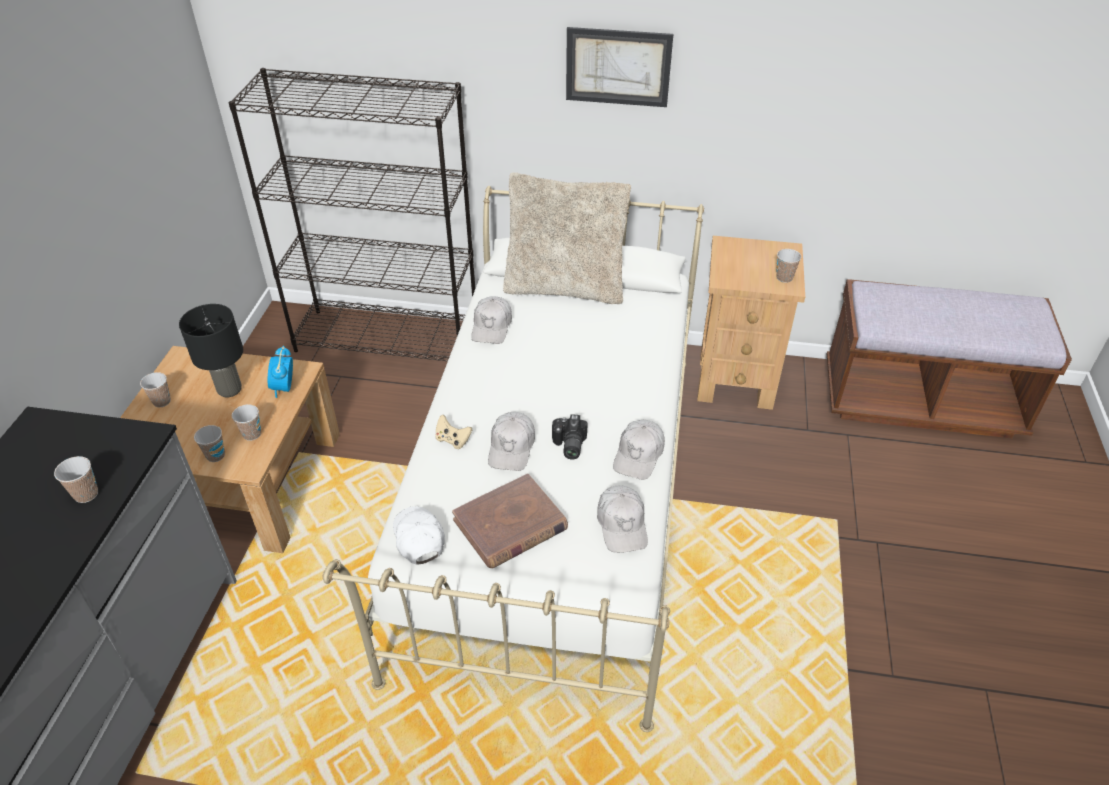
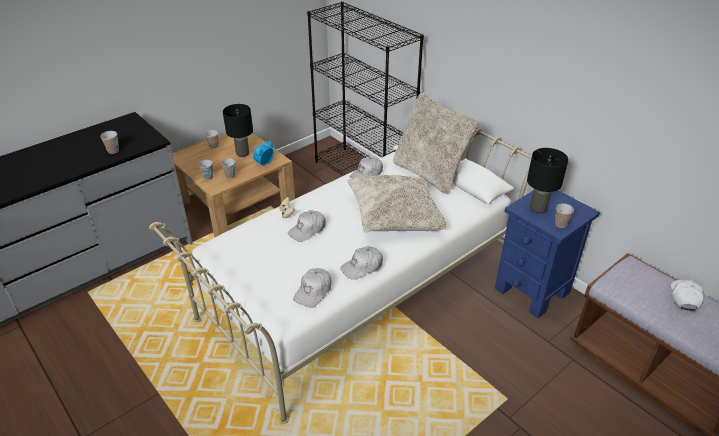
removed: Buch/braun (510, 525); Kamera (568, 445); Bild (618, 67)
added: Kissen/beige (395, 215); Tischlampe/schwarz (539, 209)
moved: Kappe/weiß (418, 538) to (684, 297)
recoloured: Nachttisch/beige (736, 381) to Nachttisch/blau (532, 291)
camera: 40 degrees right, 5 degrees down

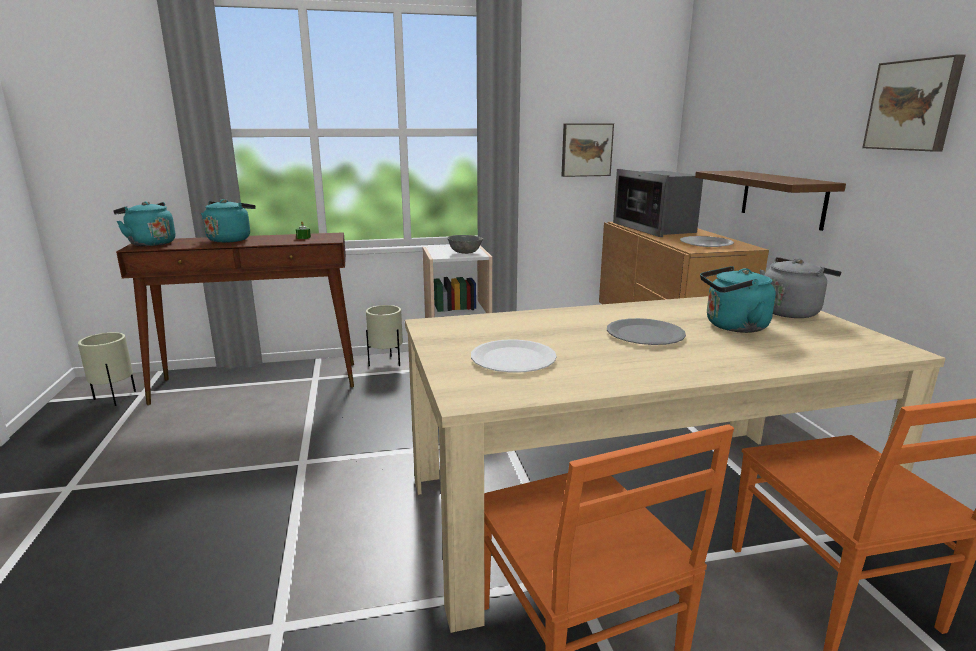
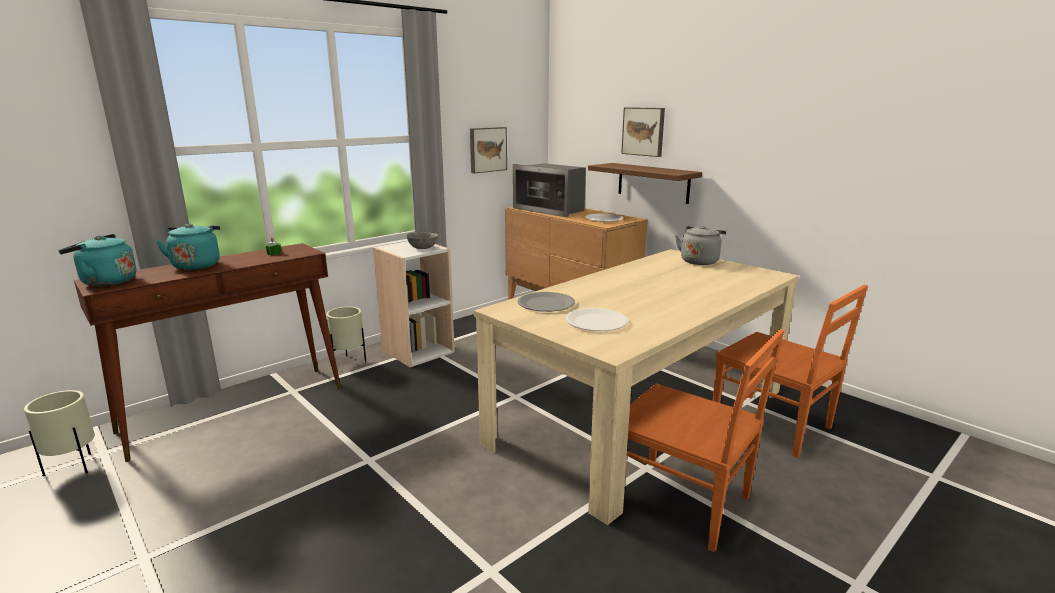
removed: Wasserkessel/türkis (732, 326)
moved: Teller/grau (645, 334) to (546, 304); Bild (913, 105) to (644, 131)
camera: 30 degrees left, 0 degrees up

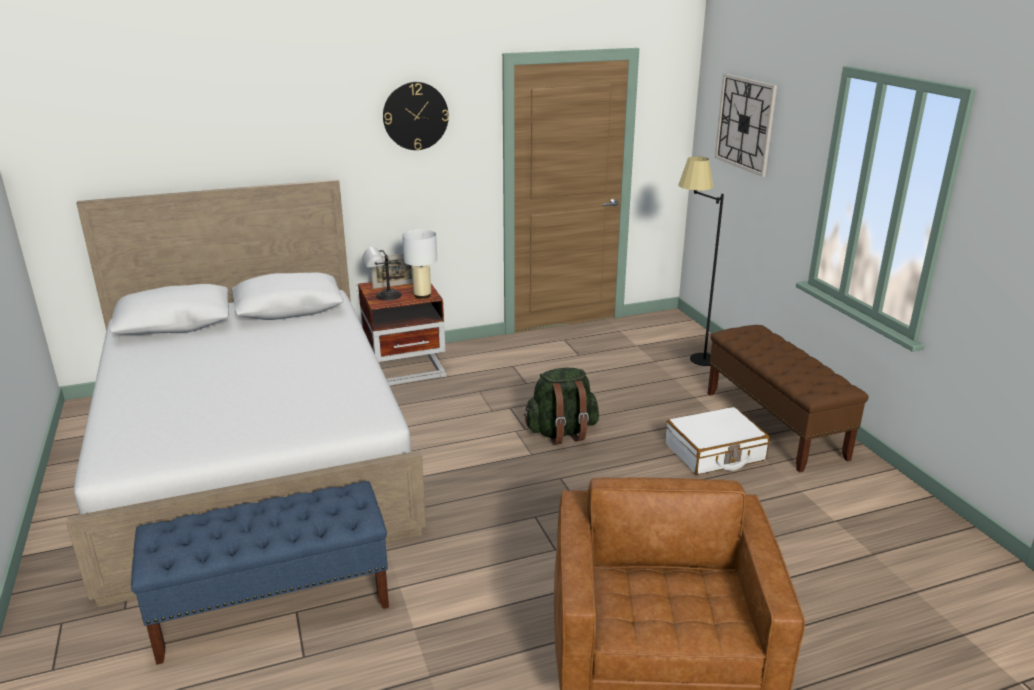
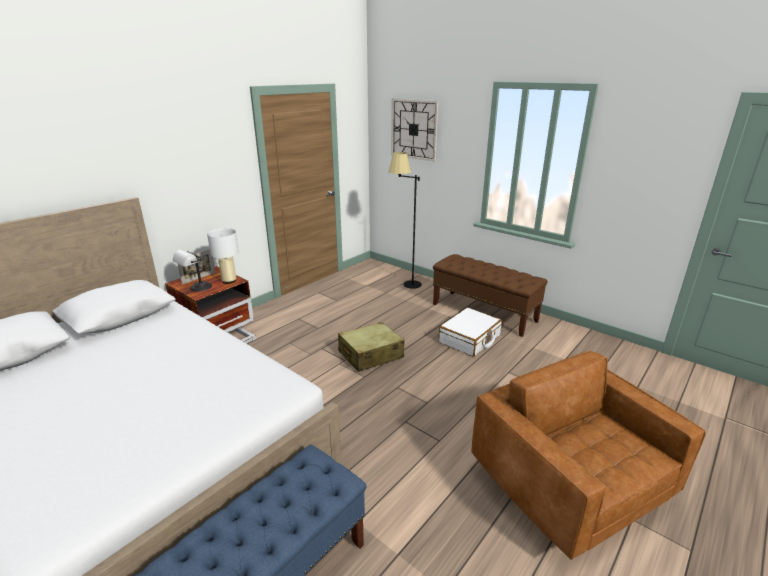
removed: Wanduhr (415, 116)
replaced: Rucksack/grün (561, 432) to Koffer/beige (370, 355)
camera: 30 degrees left, 0 degrees up

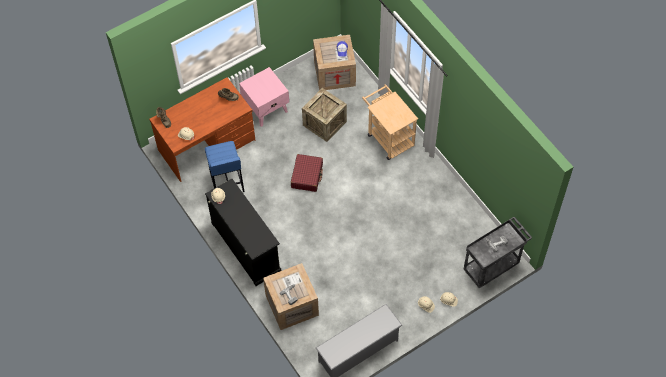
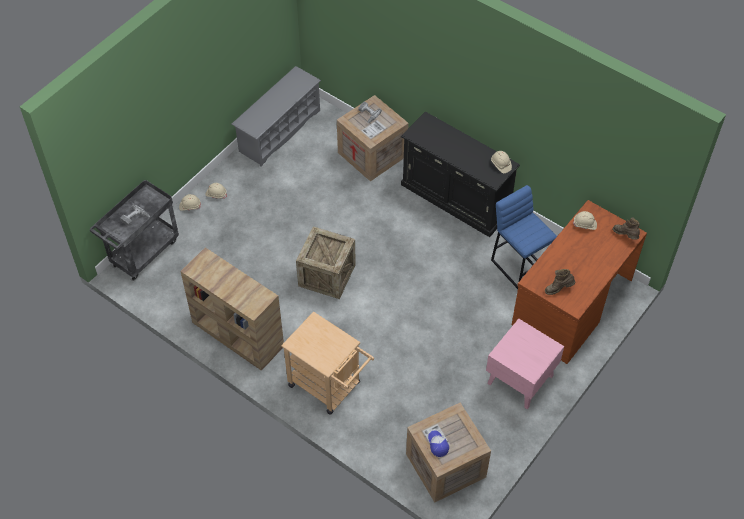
removed: Koffer/rot (307, 176)
added: Bücherregal/braun (237, 335)
moved: Kiste (324, 123) to (327, 275)
camera: 160 degrees right, 5 degrees down

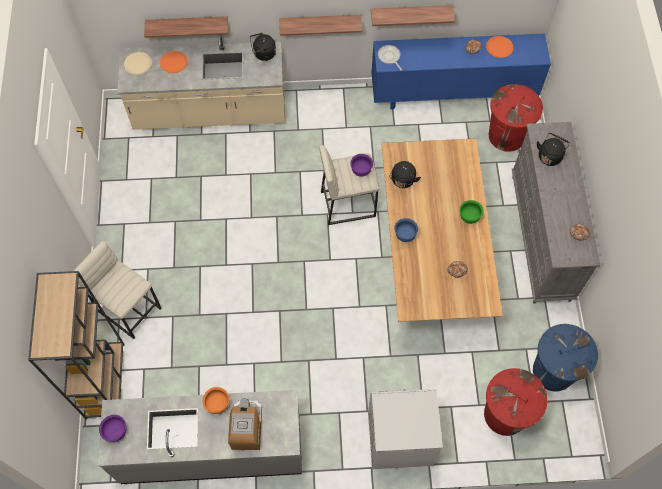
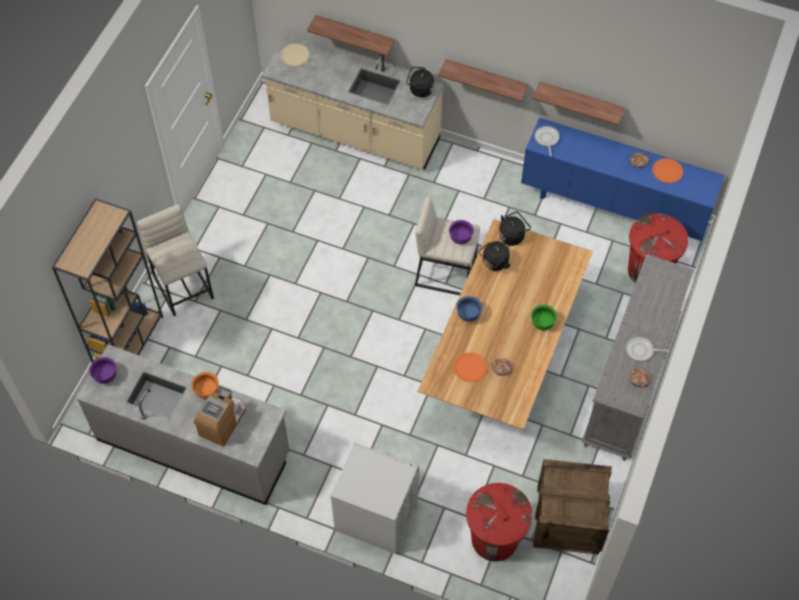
added: Pfanne (641, 350)
moved: Teller/orange (173, 62) to (469, 367); Wasserkessel/schwarz (550, 155) to (512, 235)
replaced: Mülleimer/blau (553, 371) to Kiste (567, 519)
camera: 25 degrees right, 5 degrees down

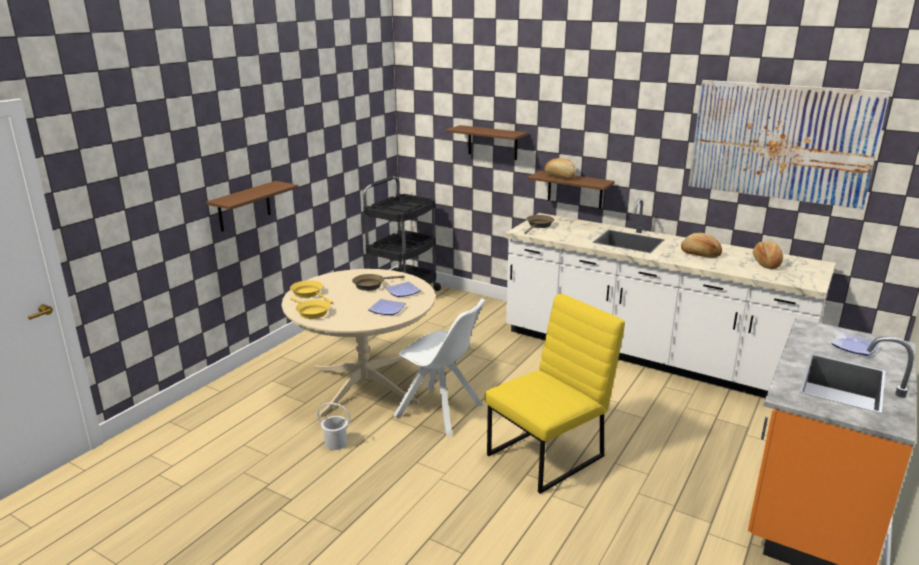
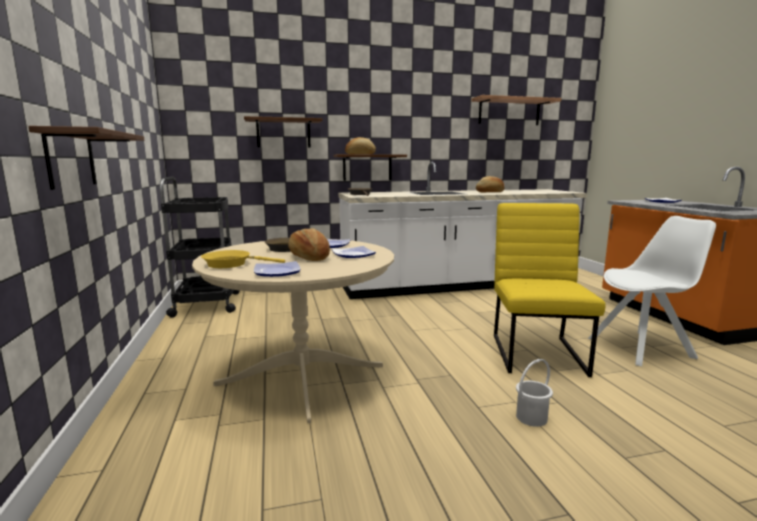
moved: Eimer/weiß (336, 443) to (531, 417); Stuhl/weiß (441, 411) to (642, 348); Brot (766, 263) to (309, 257)
replaced: Pfanne/gelb (311, 312) to Teller (278, 272); Bild (781, 142) to Wandregal (509, 112)
camera: 45 degrees left, 10 degrees down

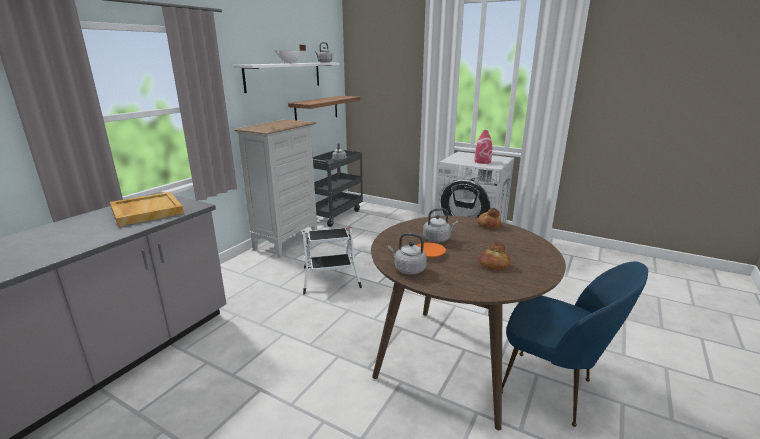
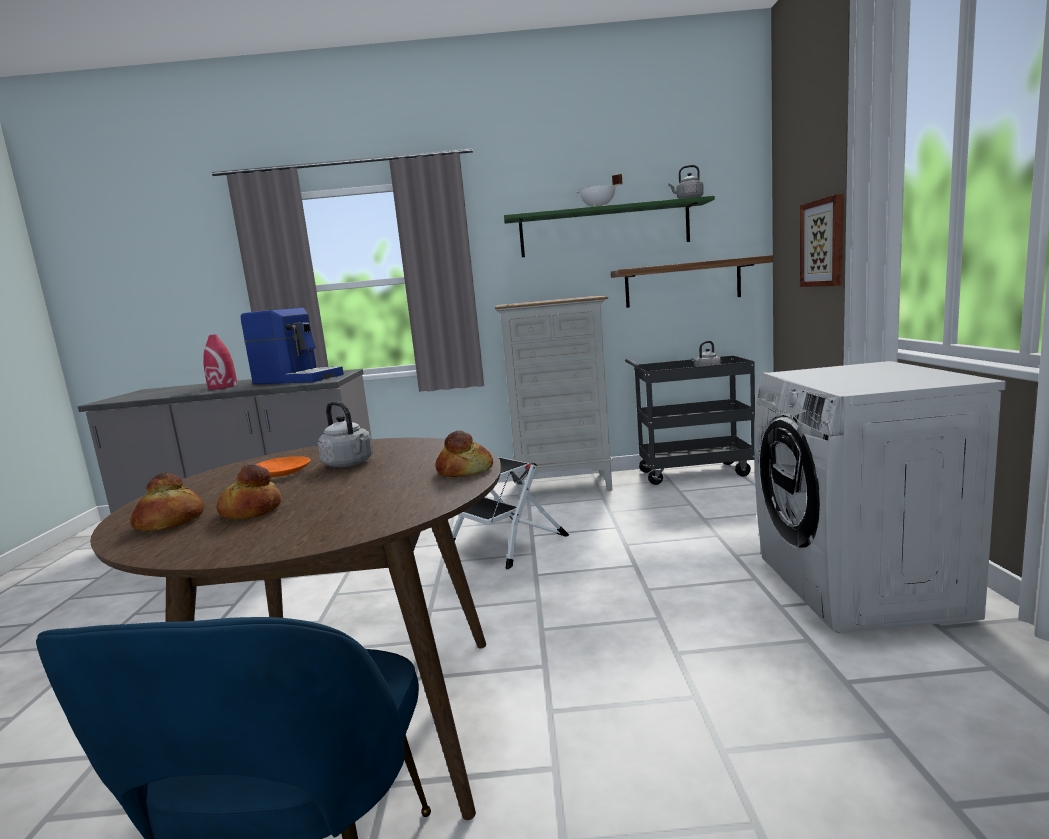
removed: Wasserkessel/grau (408, 269)
added: Brot (170, 522); Bild (823, 243)
moved: Vase/rot (482, 161) to (223, 387)
replaced: Tablett/beige (146, 211) to Kaffeemaschine (298, 379)
recoloured: Wandregal/weiß (284, 76) to Wandregal/grün (604, 230)
camera: 60 degrees right, 10 degrees down

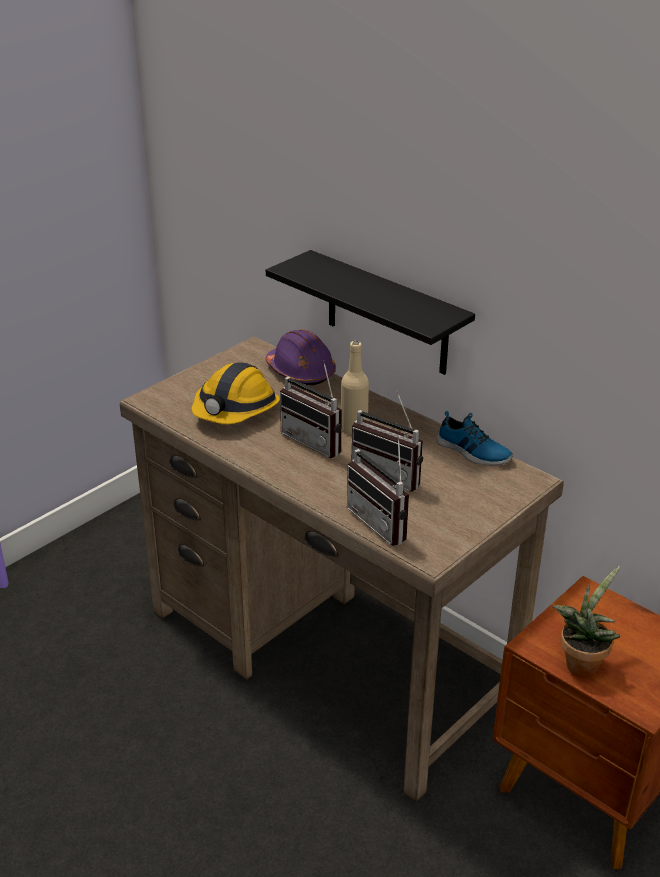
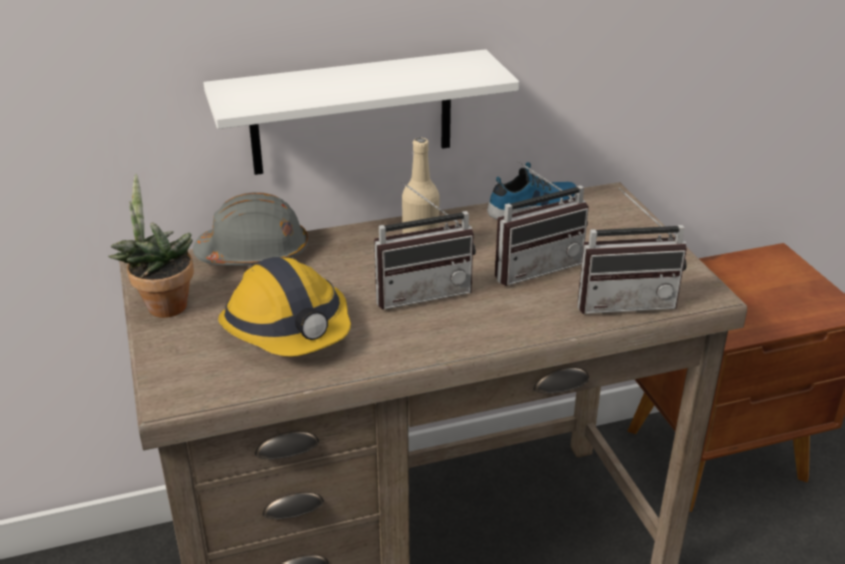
moved: Topfpflanze (581, 662) to (163, 304)
recoloured: Schutzhelm/lila (301, 371) to Schutzhelm/grau (254, 253); Wandregal/schwarz (387, 314) to Wandregal/weiß (352, 113)
camera: 60 degrees left, 0 degrees up

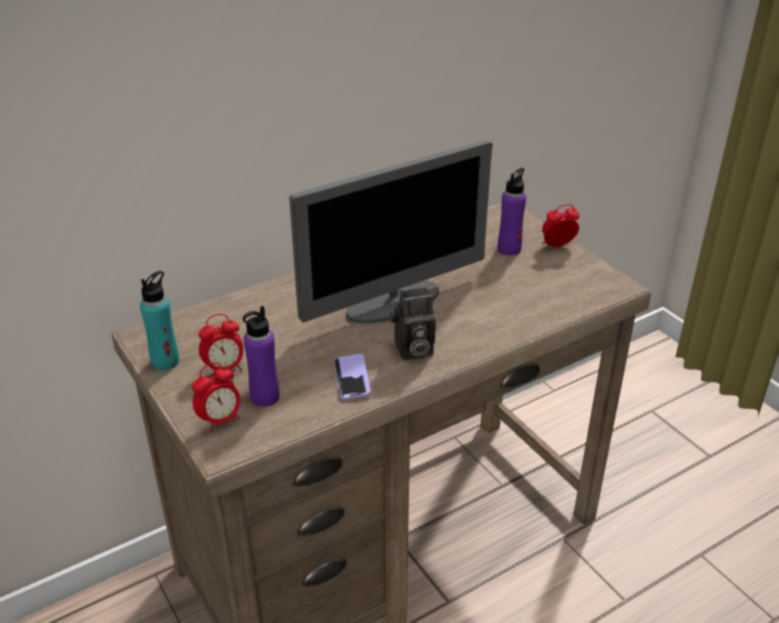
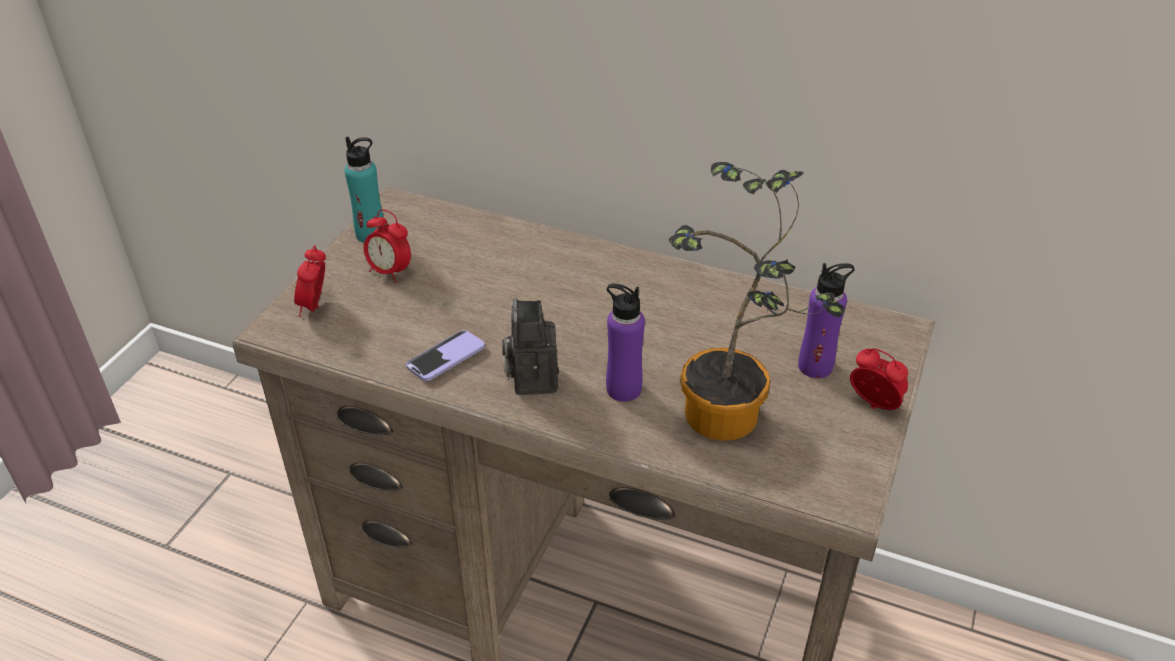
removed: Monitor (394, 302)
added: Topfpflanze (731, 420)
moved: Flasche/lila (264, 397) to (623, 389)
turned: Wecker (220, 420) = (315, 307) 75 degrees clockwise; Kamera (412, 350) = (531, 378) 45 degrees clockwise
camera: 55 degrees right, 5 degrees up

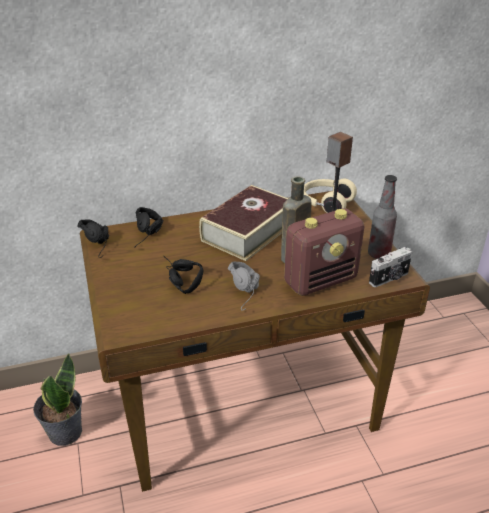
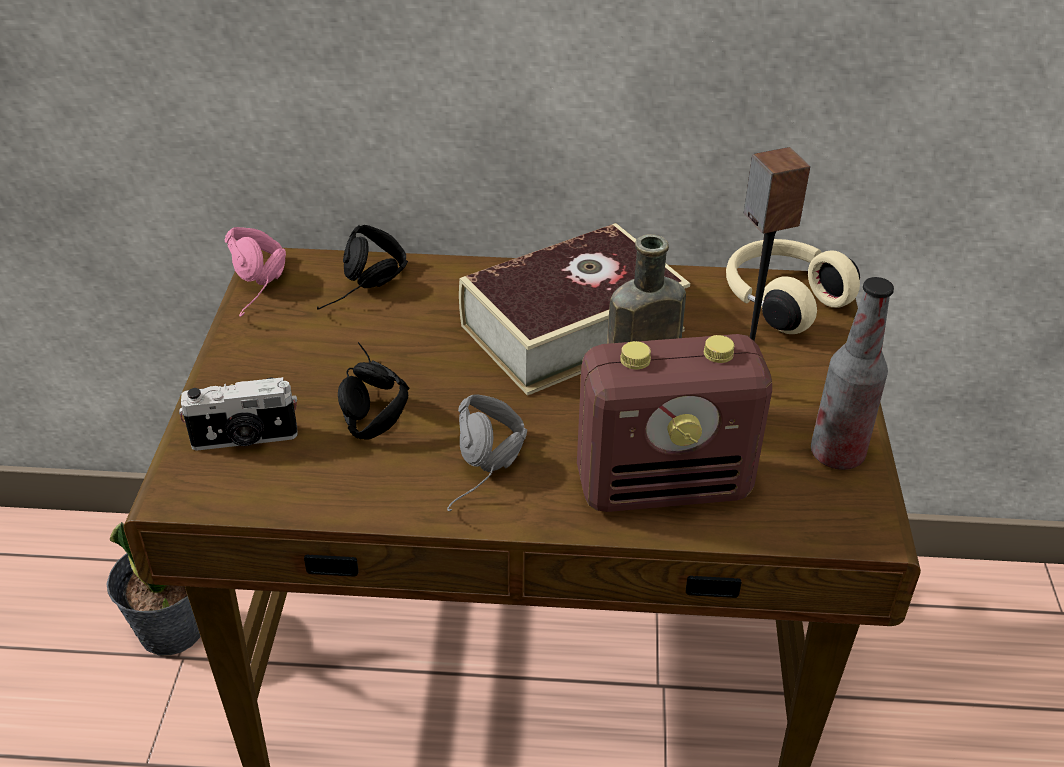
moved: Kamera (389, 278) to (245, 439)
recoloured: Kopfhörer/schwarz (101, 244) to Kopfhörer/rosa (263, 287)
camera: 20 degrees right, 5 degrees up

